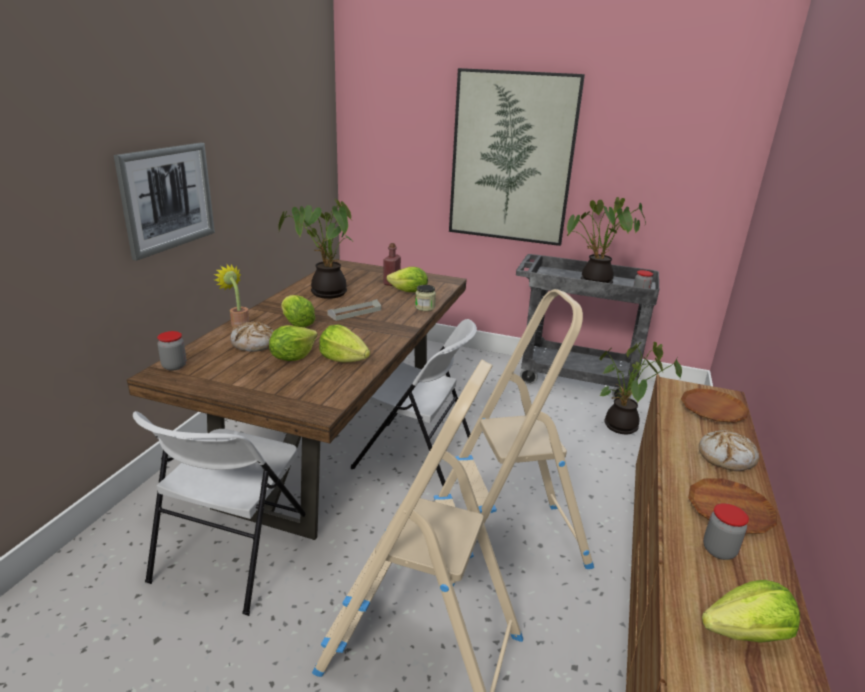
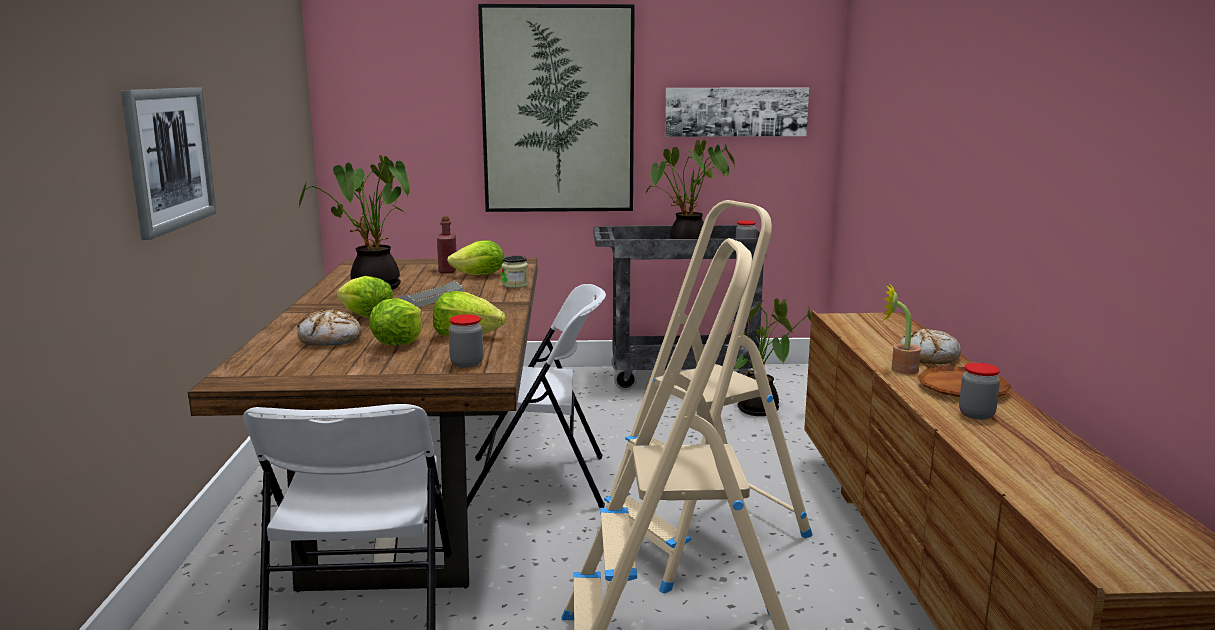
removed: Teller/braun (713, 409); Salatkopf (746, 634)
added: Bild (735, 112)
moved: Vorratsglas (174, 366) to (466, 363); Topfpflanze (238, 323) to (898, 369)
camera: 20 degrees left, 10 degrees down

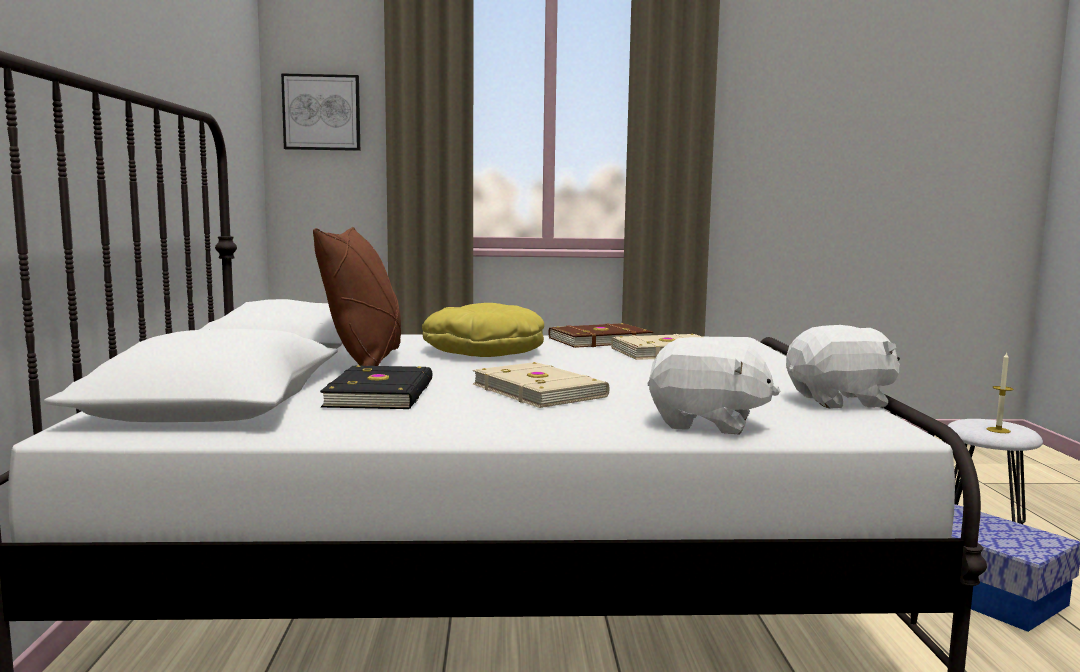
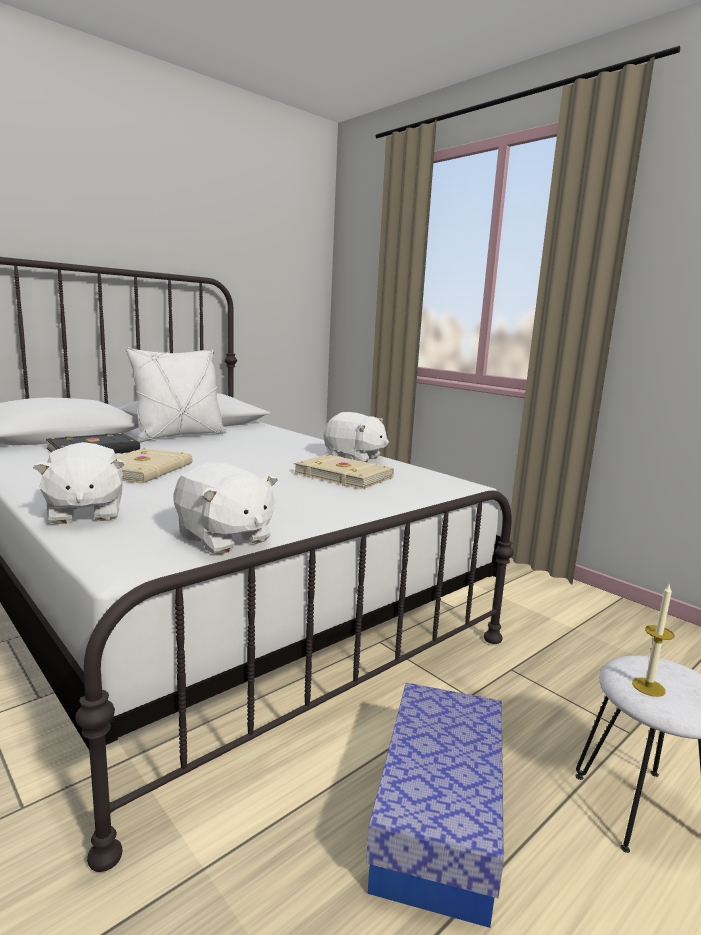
removed: Bild (322, 112); Kissen/gelb (482, 350)
replaced: Buch/braun (598, 340) to Plüschtier/weiß (354, 458)
recoloured: Kissen/braun (365, 362) to Kissen/weiß (179, 436)
camera: 50 degrees right, 5 degrees up

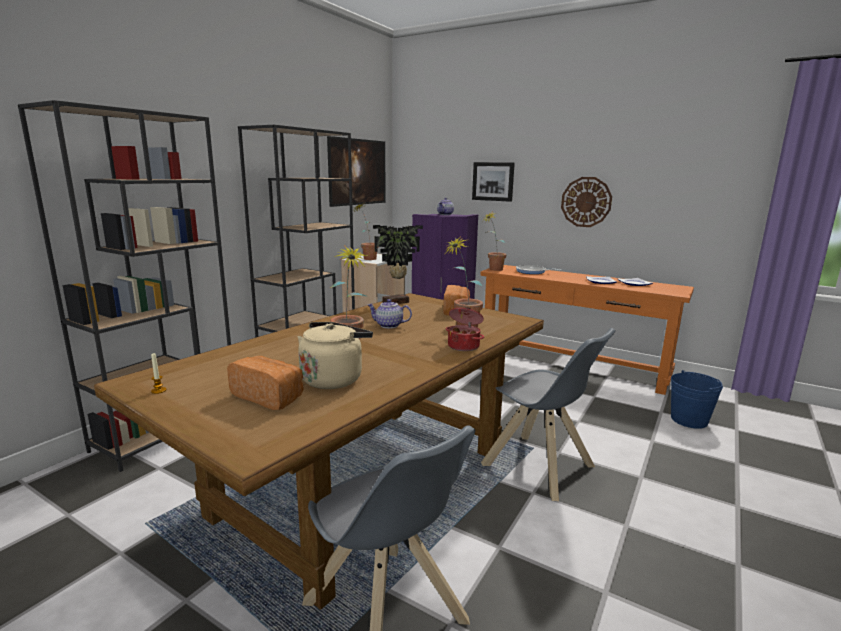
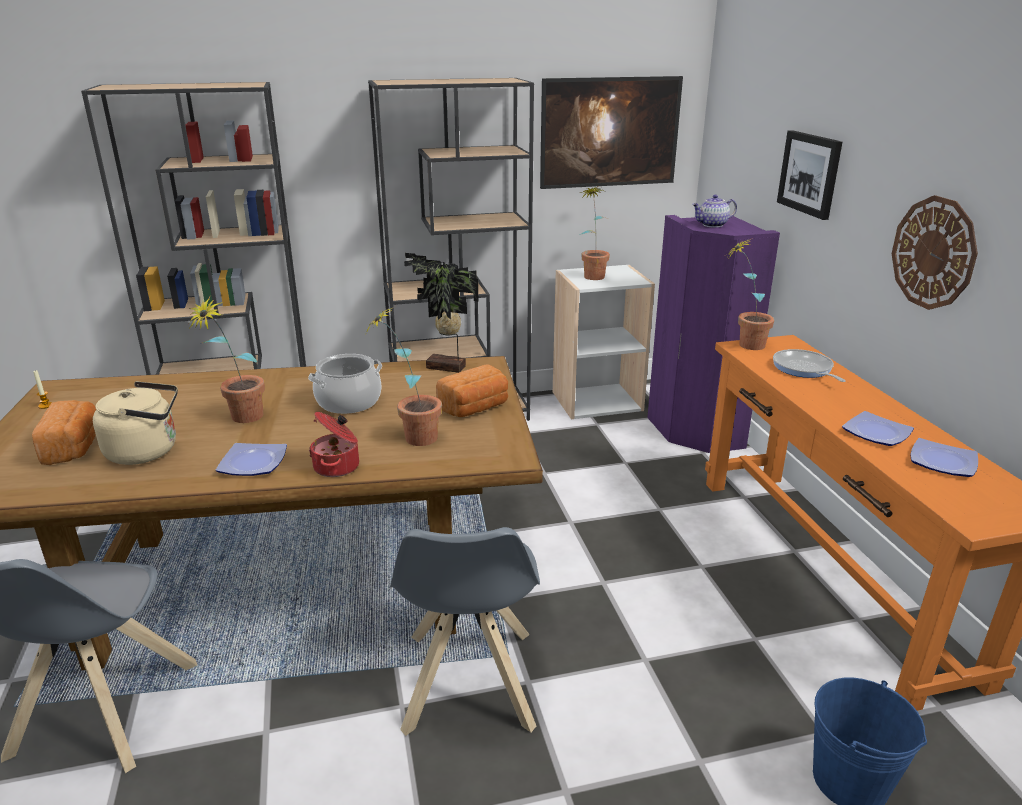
added: Teller (252, 462)
replaced: Teekanne (388, 325) to Kochtopf (349, 402)
camera: 45 degrees right, 10 degrees up

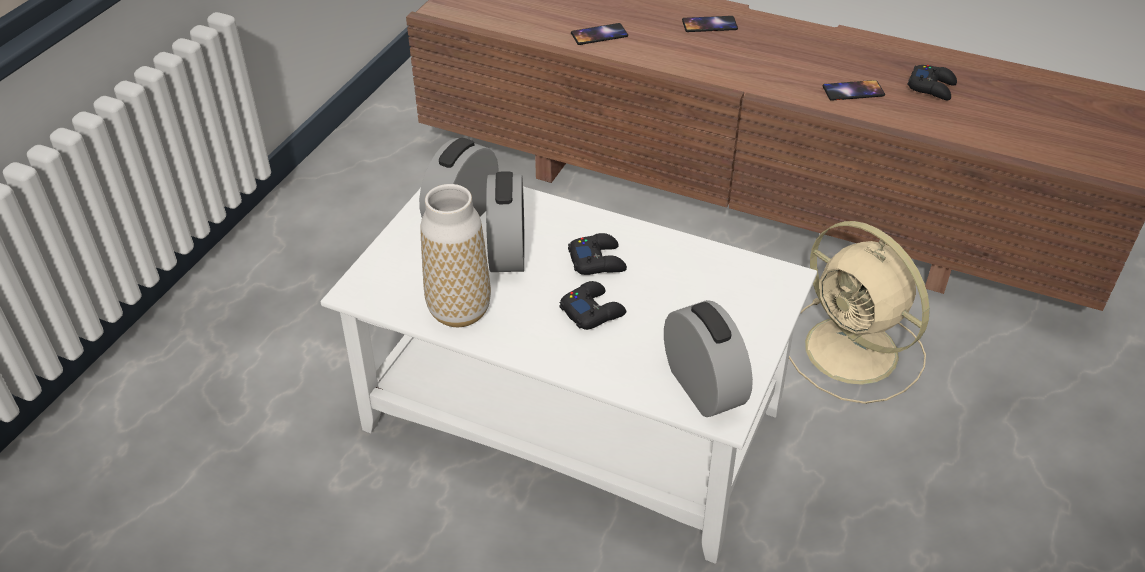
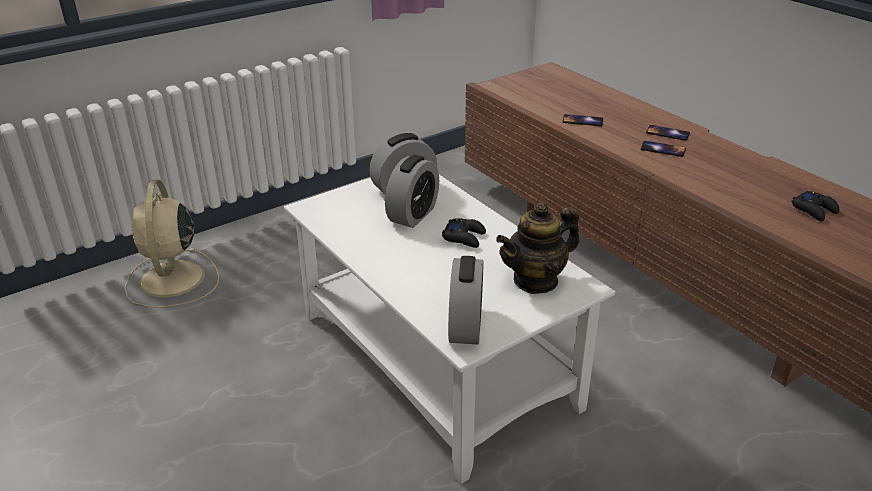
removed: Vase (459, 311); Gamepad/schwarz (592, 311)
added: Teekanne (536, 280)
moved: Ventilator/beige (854, 353) to (172, 280); Handy (853, 91) to (663, 149)
camera: 30 degrees right, 10 degrees down

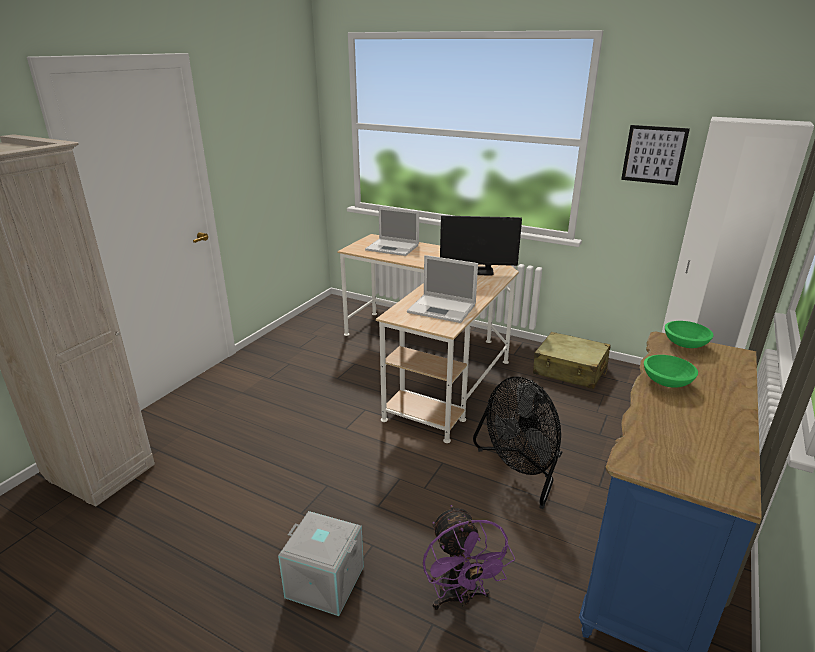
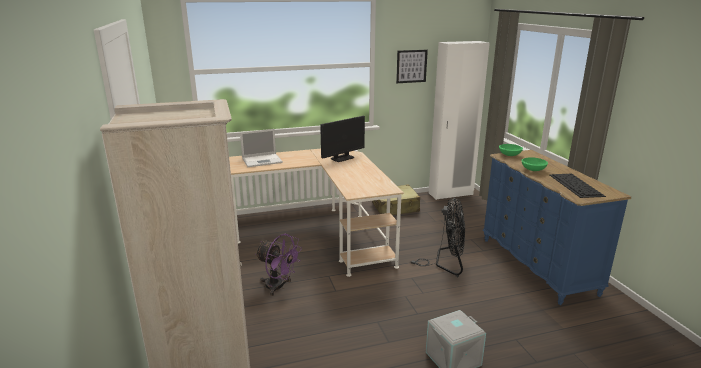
removed: Laptop (443, 309)
added: Tastatur (576, 185)
moved: Ventilator/lila (459, 597) to (279, 287)
turned: Ventilator/schwarz (521, 468) = (446, 260) 90 degrees counterclockwise
camera: 45 degrees left, 5 degrees down

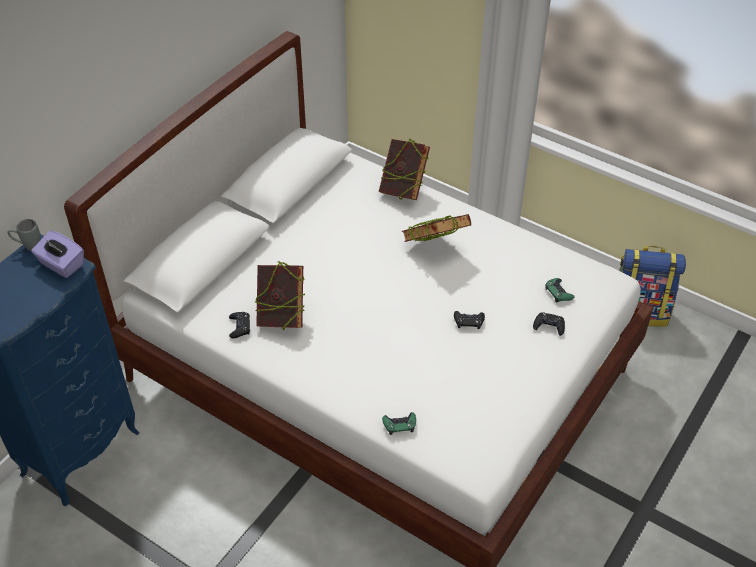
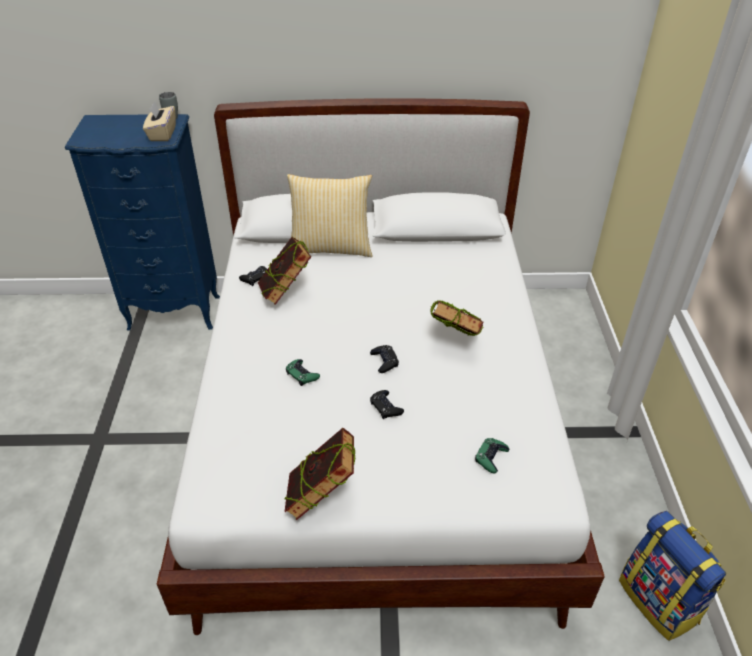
added: Kissen (331, 247)
moved: Buch (403, 189) to (322, 496); Gamepad/grün (399, 425) to (302, 375); Gamepad/schwarz (549, 326) to (384, 361)
recoloured: Taschentuchbox/lila (61, 265) to Taschentuchbox/beige (162, 134)
camera: 55 degrees right, 5 degrees down

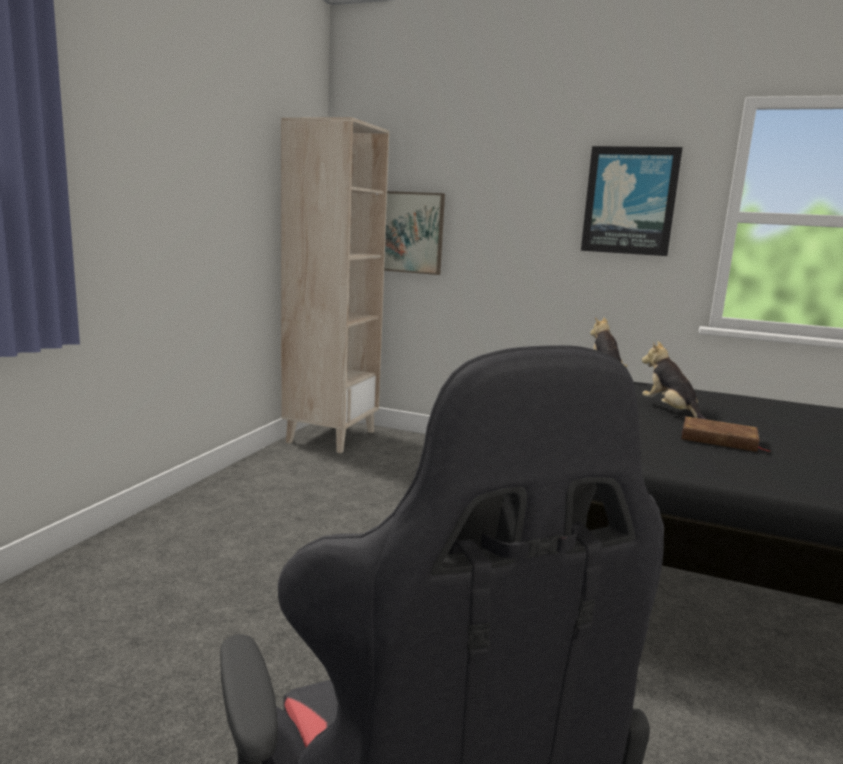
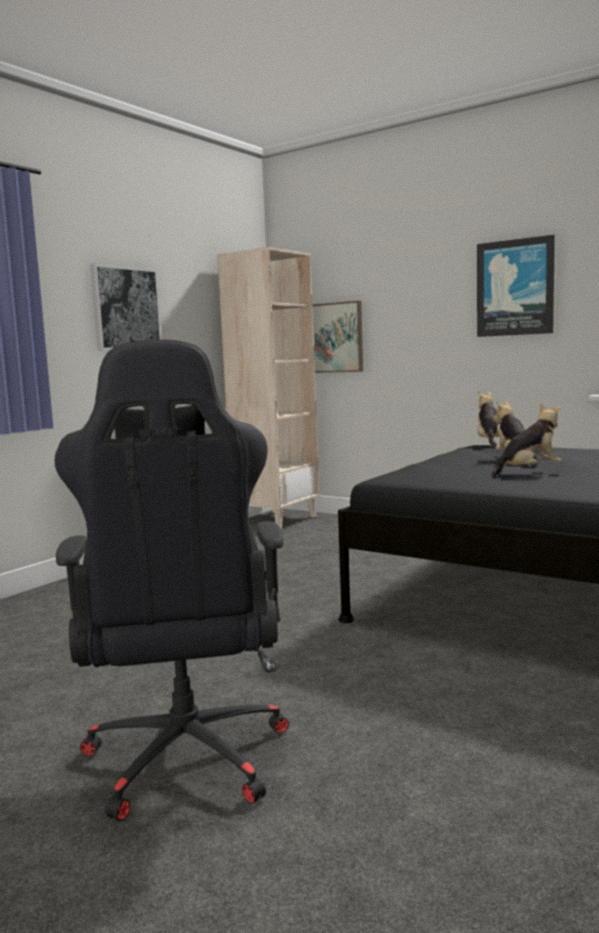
added: Bild (126, 308)
replaced: Buch/braun (719, 439) to Plüschtier (529, 472)
camera: 15 degrees right, 5 degrees down

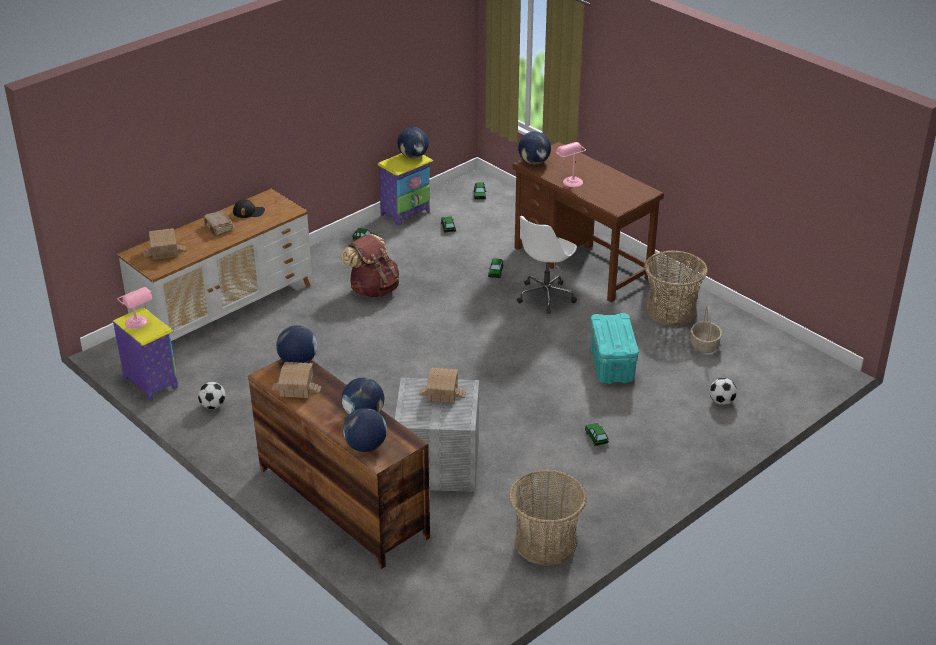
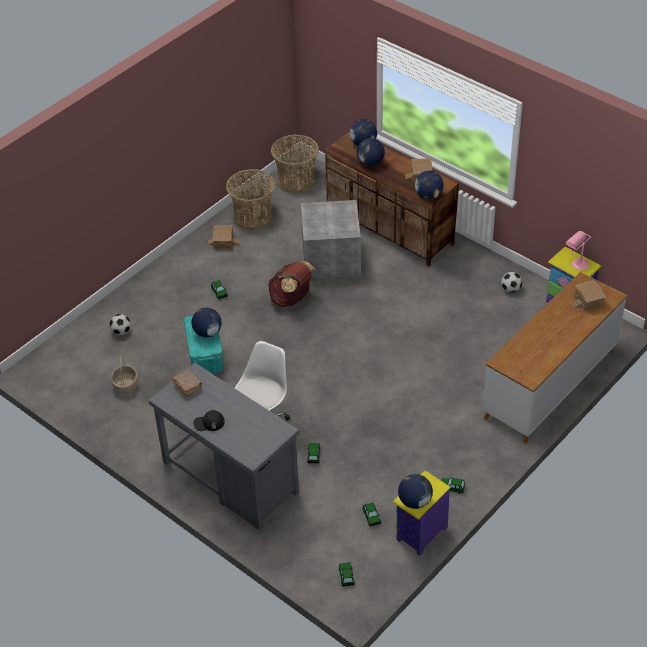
removed: Tischlampe/rosa (570, 180)
moved: Buch/braun (218, 228) to (187, 386); Kappe/schwarz (249, 212) to (209, 423); Rucksack/braun (373, 289) to (291, 299); Spielzeughaus (442, 393) to (223, 243); Globus (534, 162) to (207, 332); Korb (671, 311) to (296, 180)
recoloured: Schreibtisch/braun (583, 262) to Schreibtisch/grau (229, 477)
camera: 175 degrees right, 10 degrees up

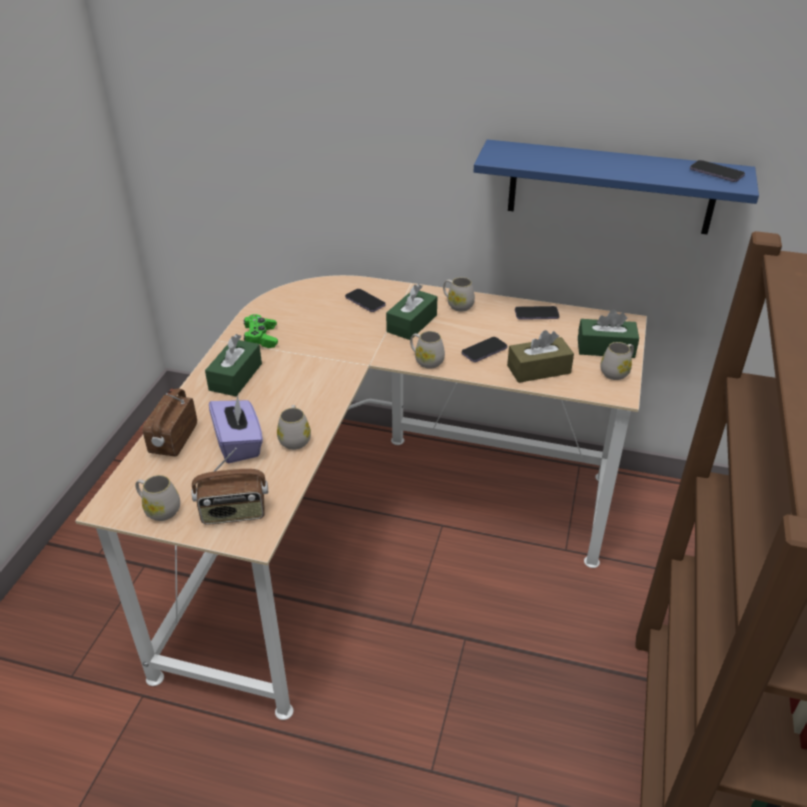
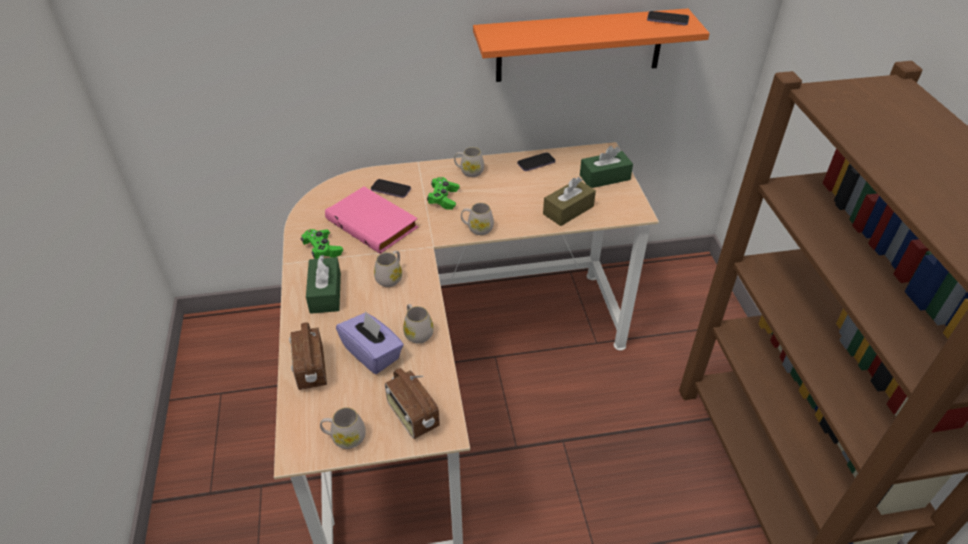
removed: Handy (484, 351)
added: Buch/rosa (374, 223)
moved: Henkelbecher/weiß (617, 371) to (391, 277)
replaced: Taschentuchbox/grün (412, 323) to Gamepad/grün (443, 199)
recoloured: Wandregal/blau (610, 187) to Wandregal/orange (579, 45)
turned: Radio (233, 513) = (412, 416) 90 degrees clockwise
camera: 25 degrees left, 5 degrees up

